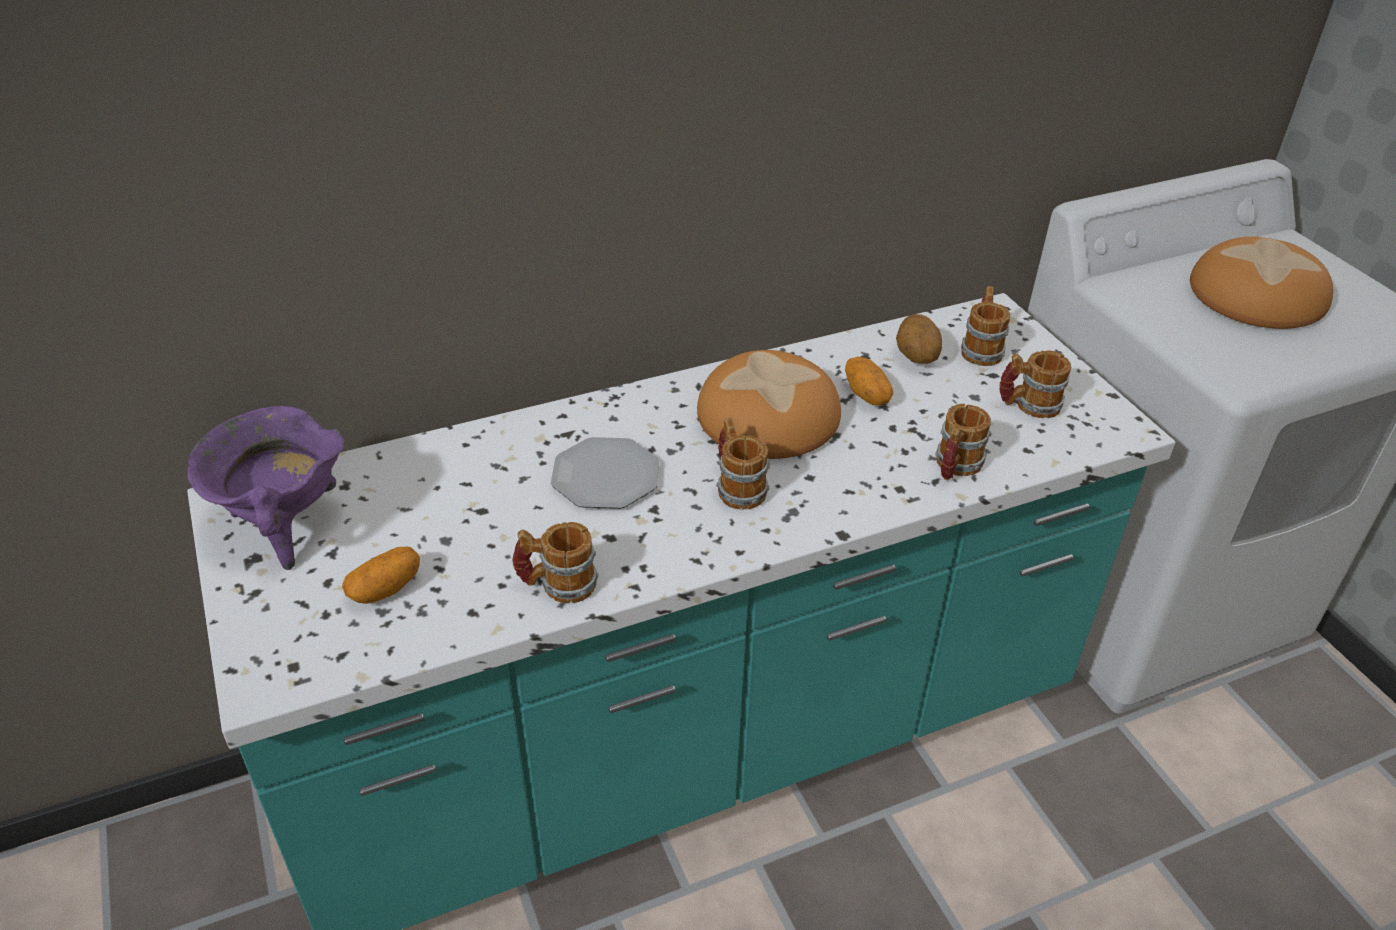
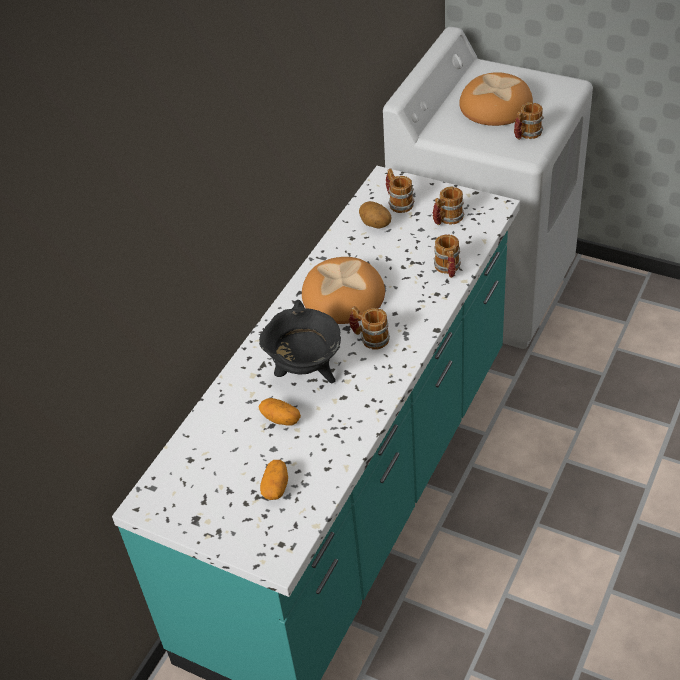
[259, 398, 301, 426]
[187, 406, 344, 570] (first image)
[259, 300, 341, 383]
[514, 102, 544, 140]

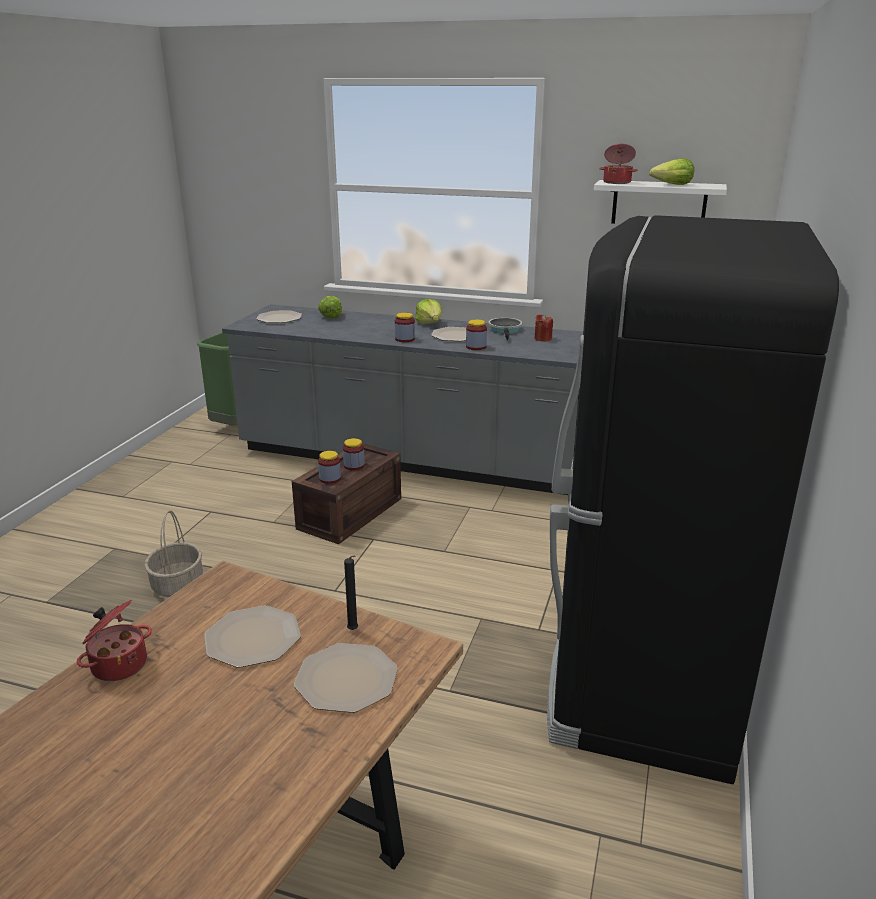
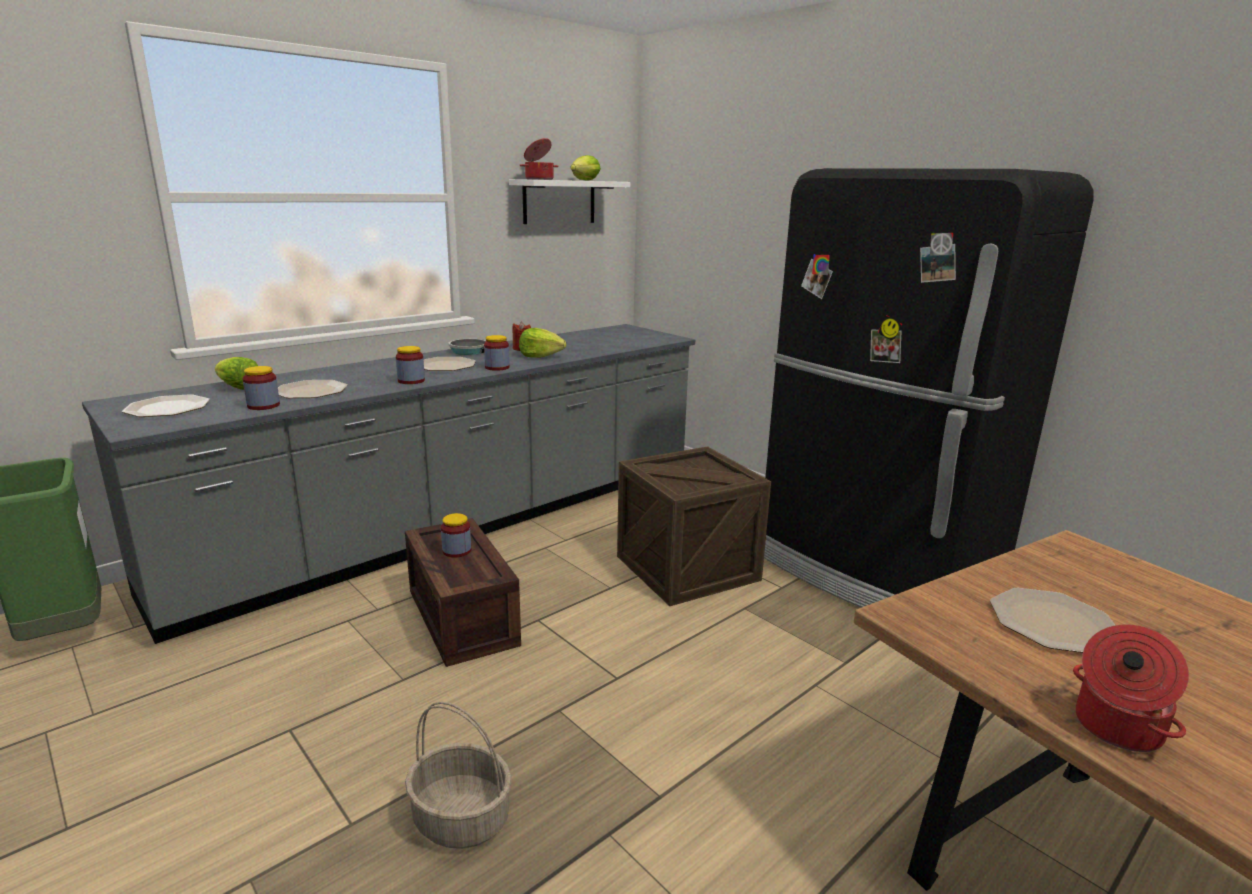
[519, 328, 566, 358]
[243, 366, 280, 410]
[344, 556, 358, 630] (first image)
[278, 380, 348, 398]
[617, 446, 771, 606]

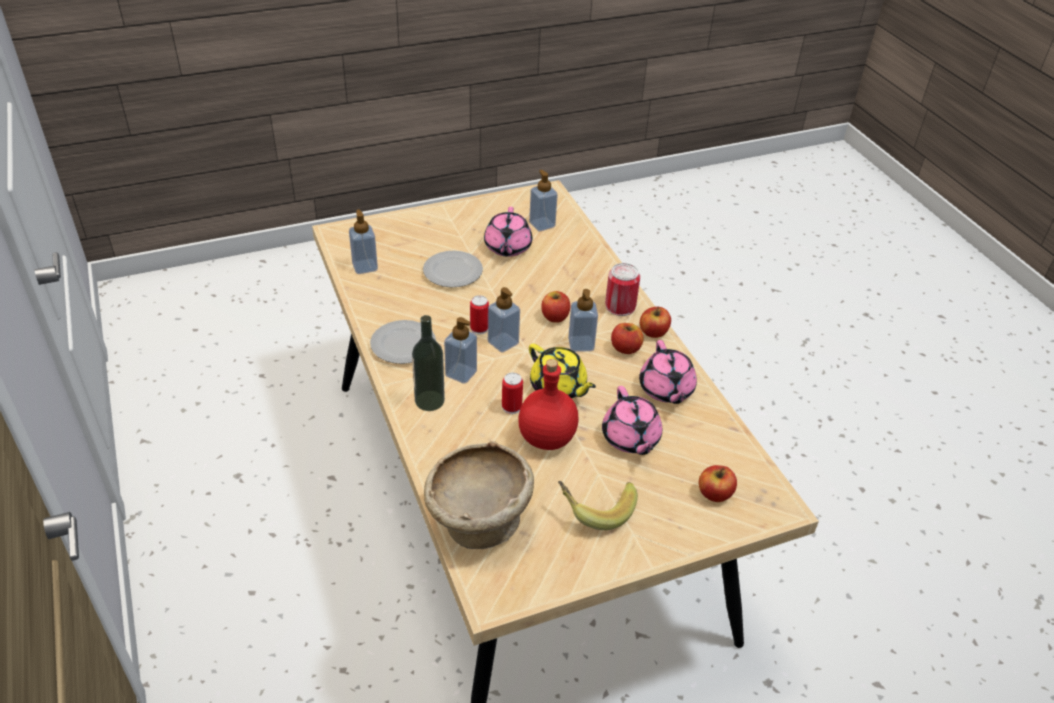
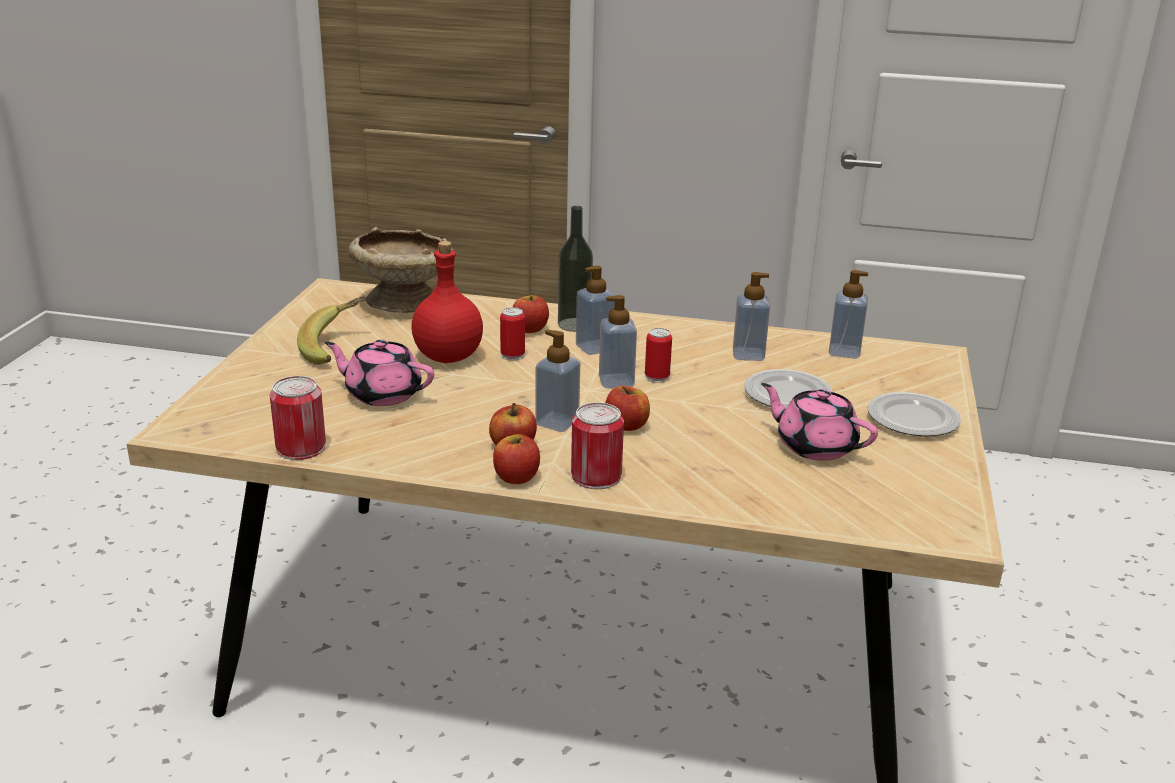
[733, 272, 770, 361]
[867, 392, 961, 436]
[639, 340, 697, 404] (first image)
[529, 344, 596, 398] (first image)
[513, 295, 549, 333]
[270, 376, 326, 460]

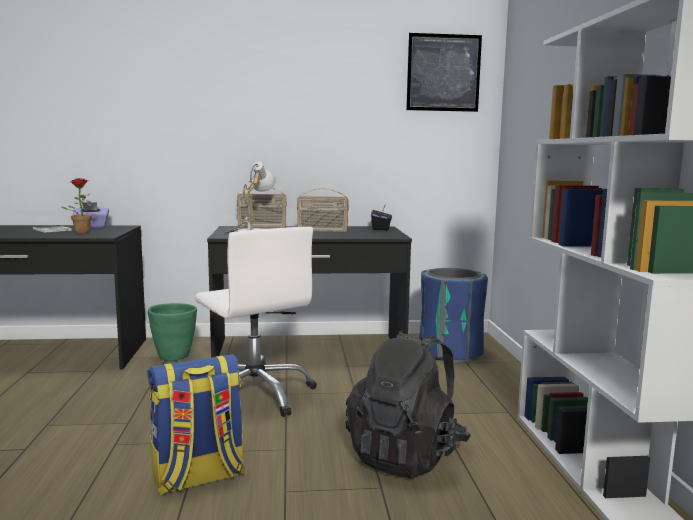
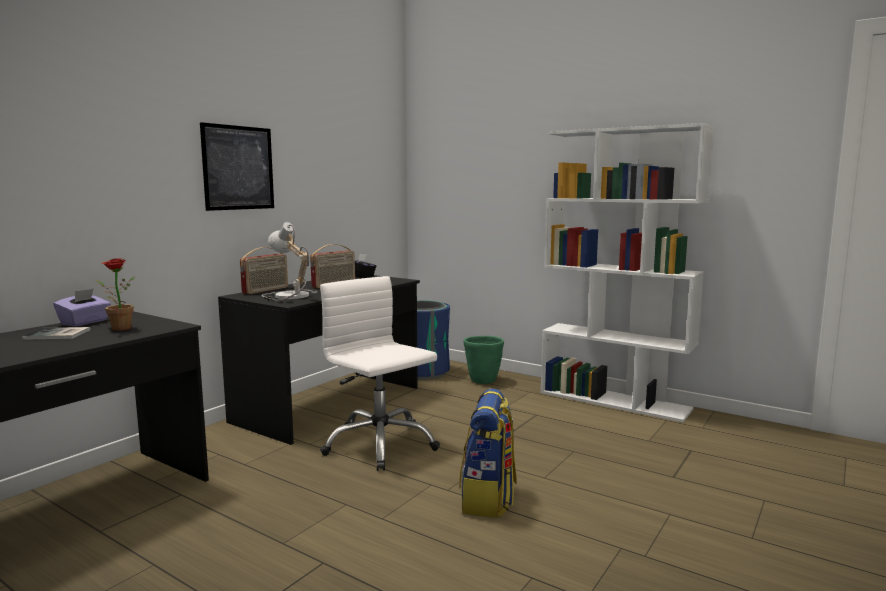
[200, 122, 274, 211]
[320, 276, 440, 471]
[464, 336, 504, 384]
[346, 330, 471, 478] (first image)

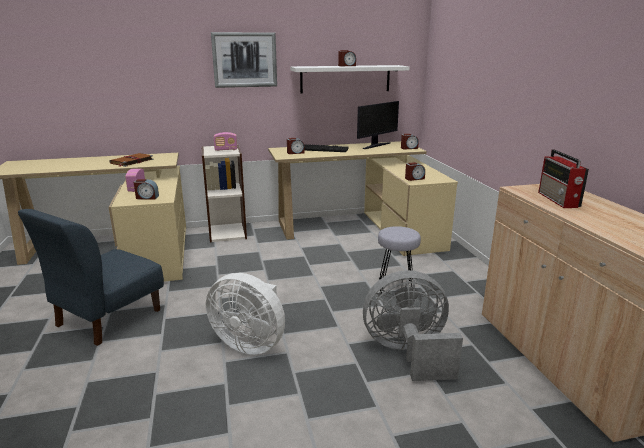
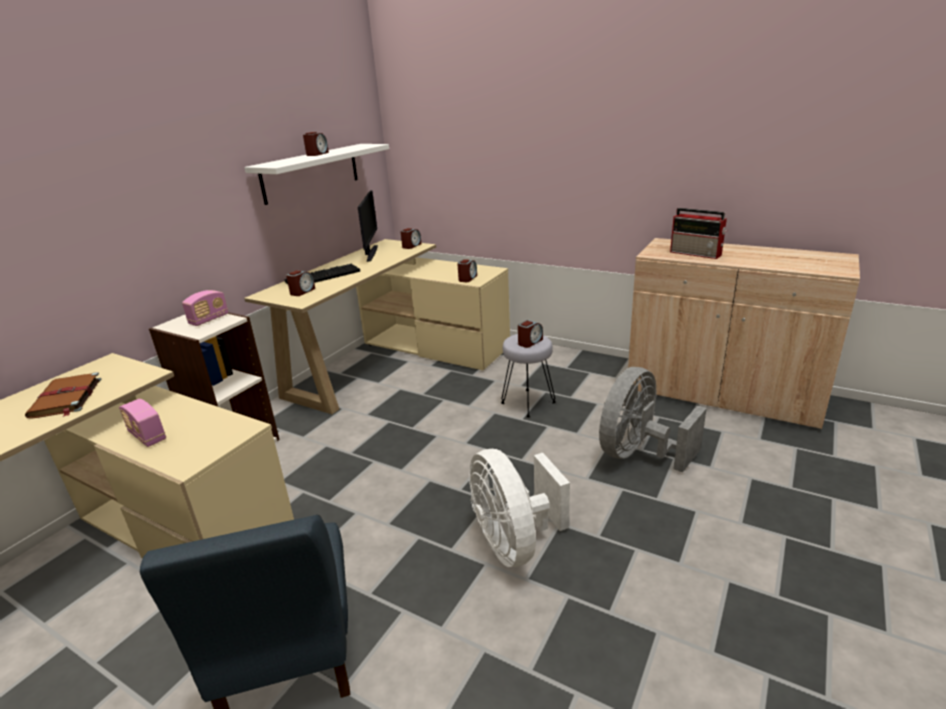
[211, 32, 277, 88] (first image)
[518, 320, 543, 348]
[469, 449, 570, 567]

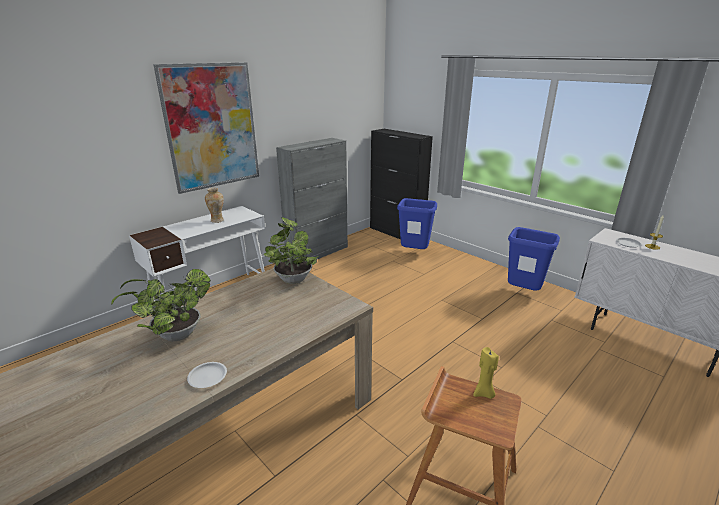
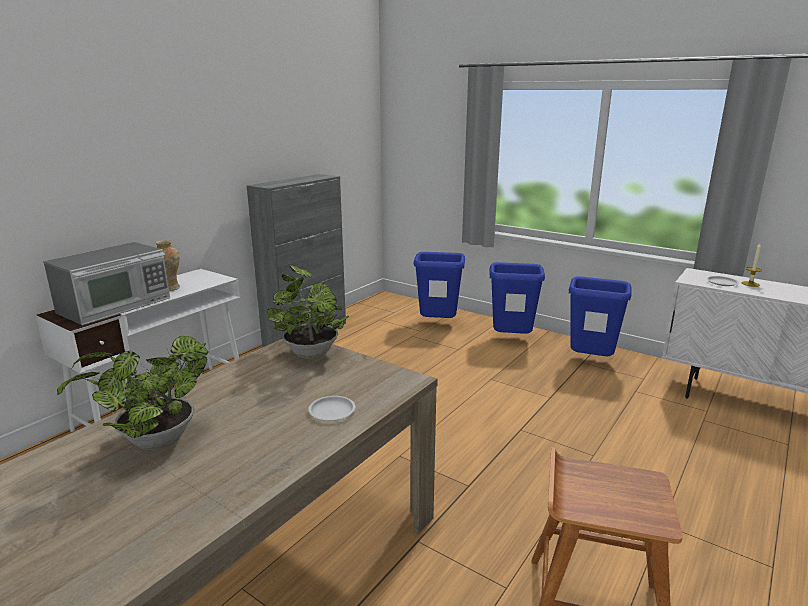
[153, 62, 259, 194] (first image)
[370, 129, 433, 239] (first image)
[473, 347, 499, 399] (first image)
[308, 396, 355, 421]
[43, 242, 170, 325]
[489, 262, 545, 334]

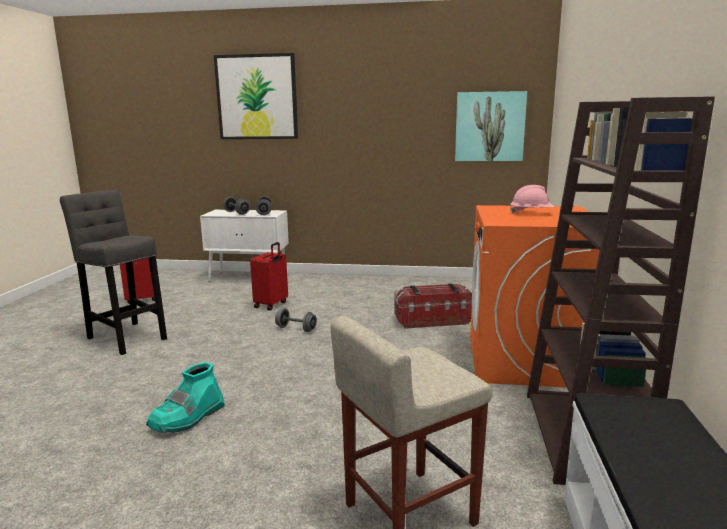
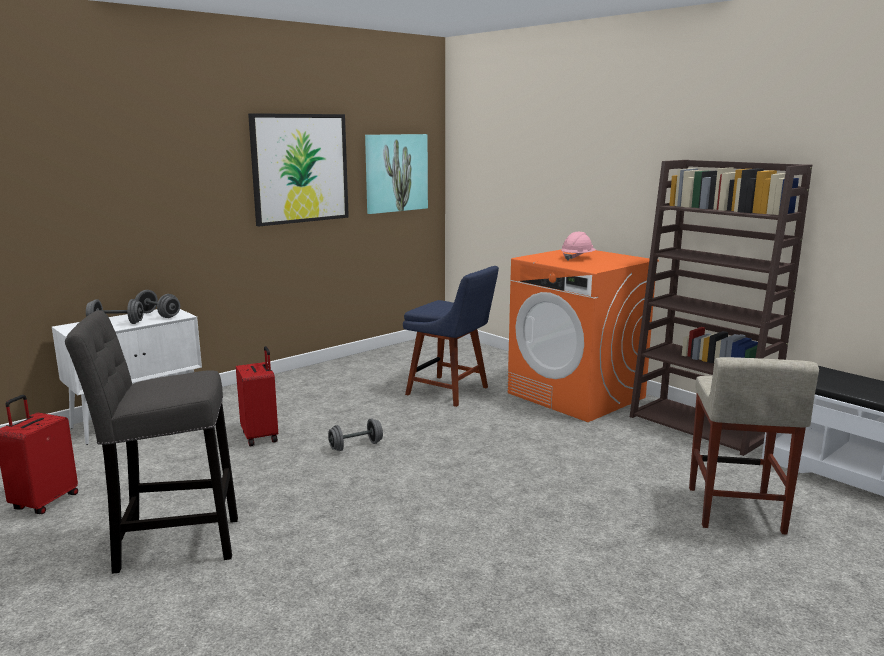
[248, 113, 349, 226]
[403, 266, 499, 407]
[146, 362, 225, 433] (first image)

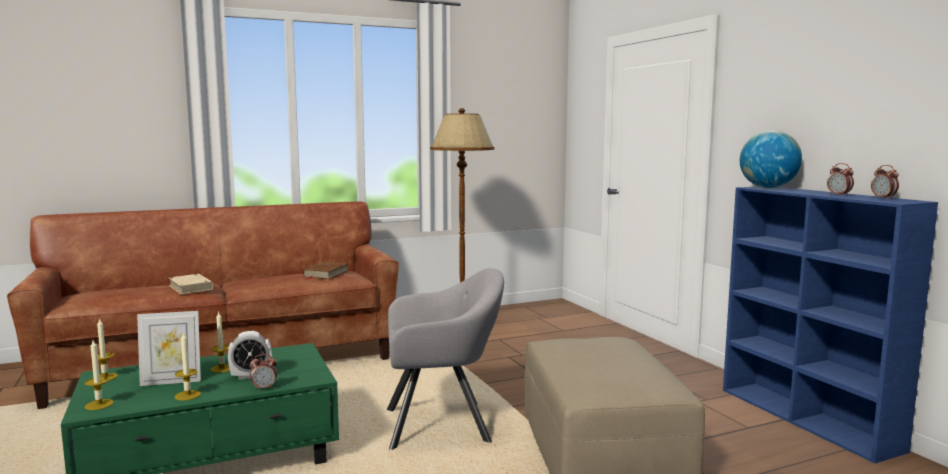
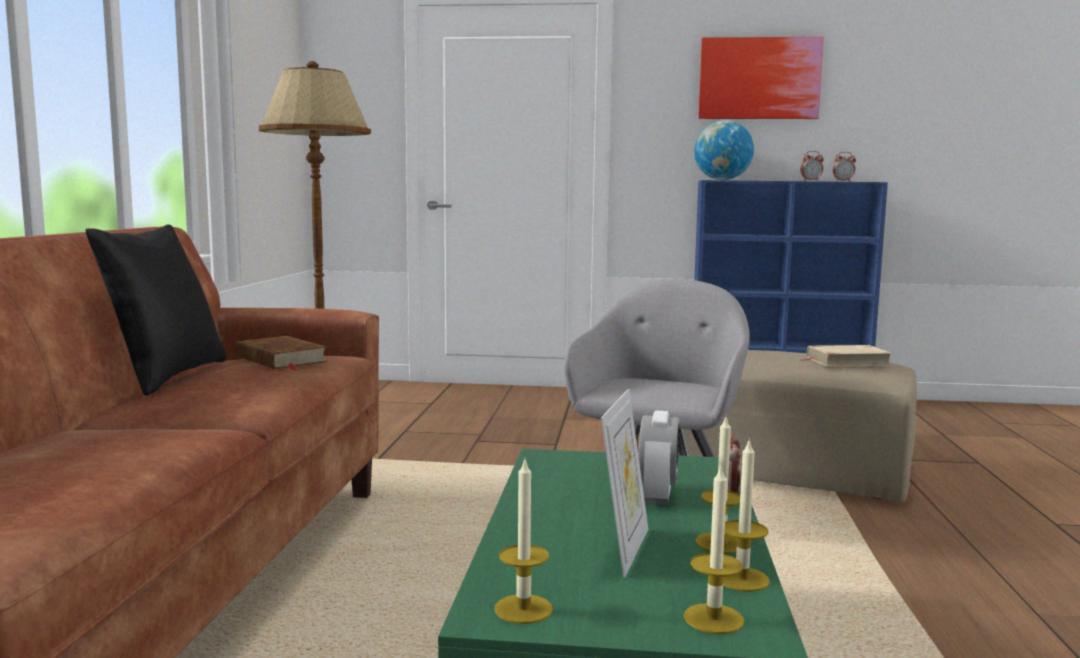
[801, 345, 893, 367]
[723, 438, 770, 592]
[698, 37, 824, 119]
[85, 224, 227, 396]

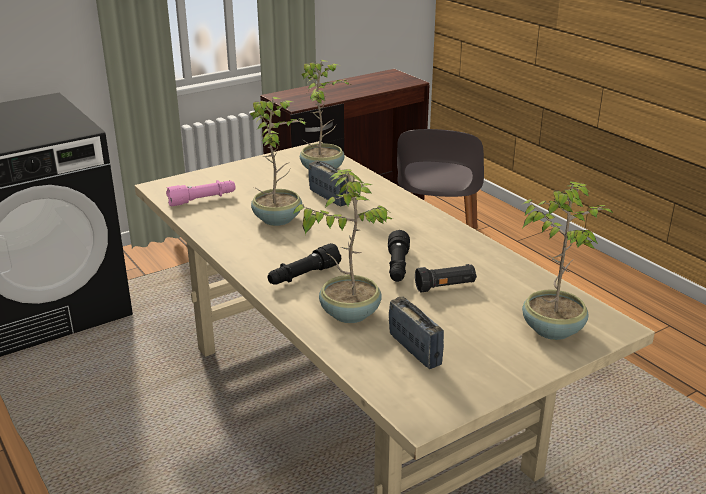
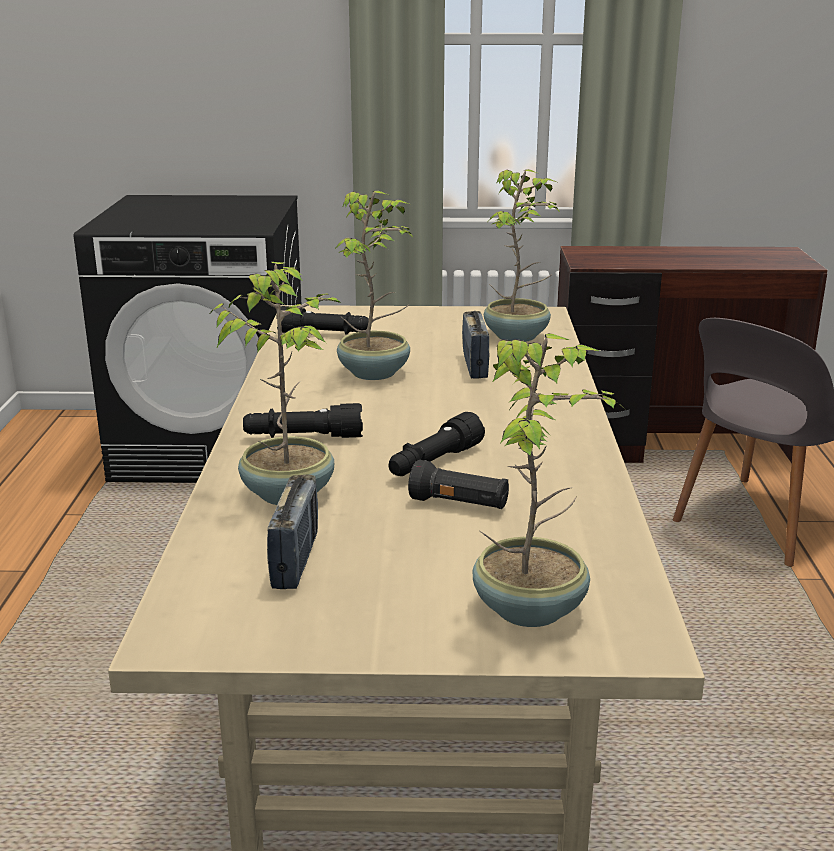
[276, 306, 369, 334]

